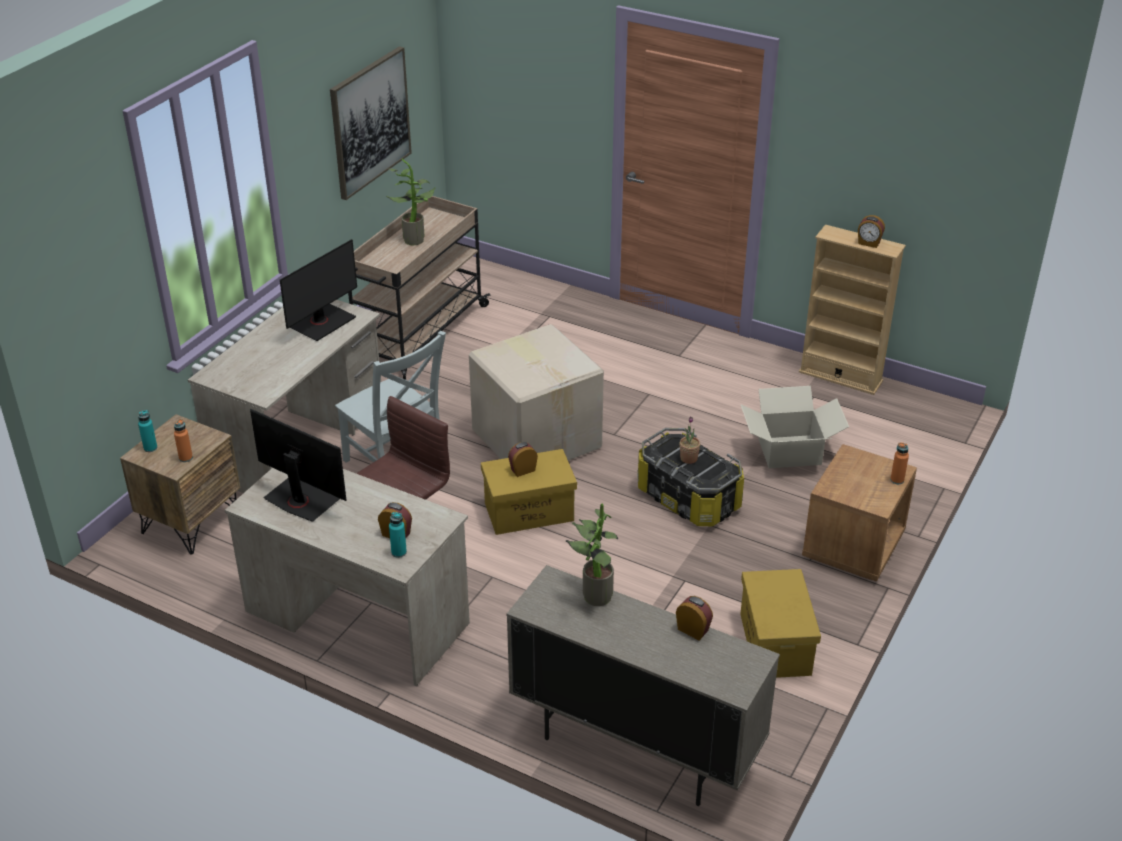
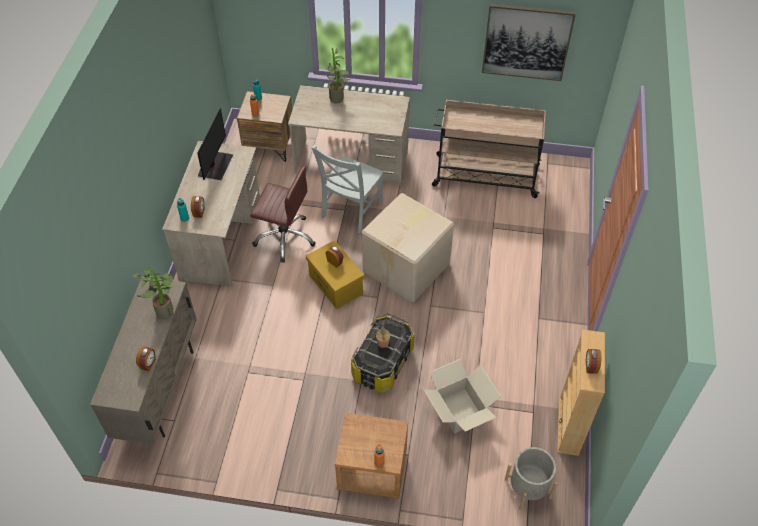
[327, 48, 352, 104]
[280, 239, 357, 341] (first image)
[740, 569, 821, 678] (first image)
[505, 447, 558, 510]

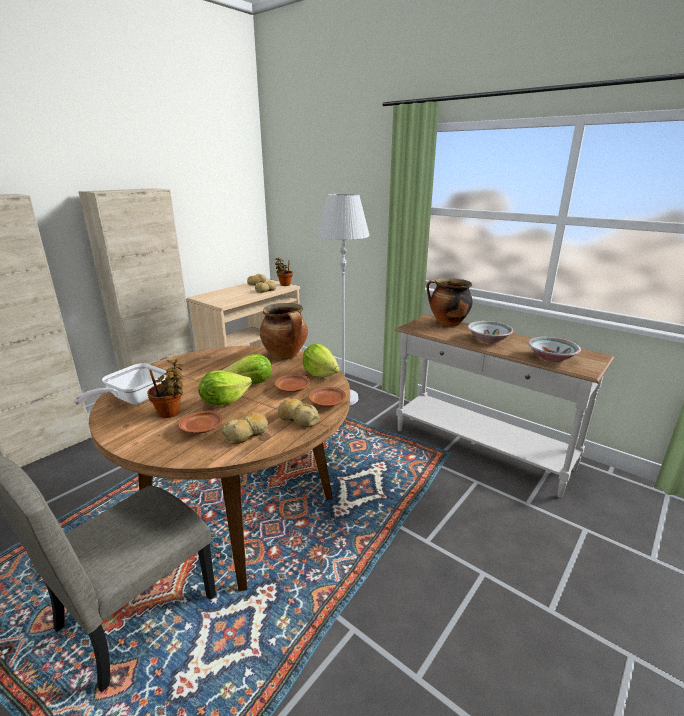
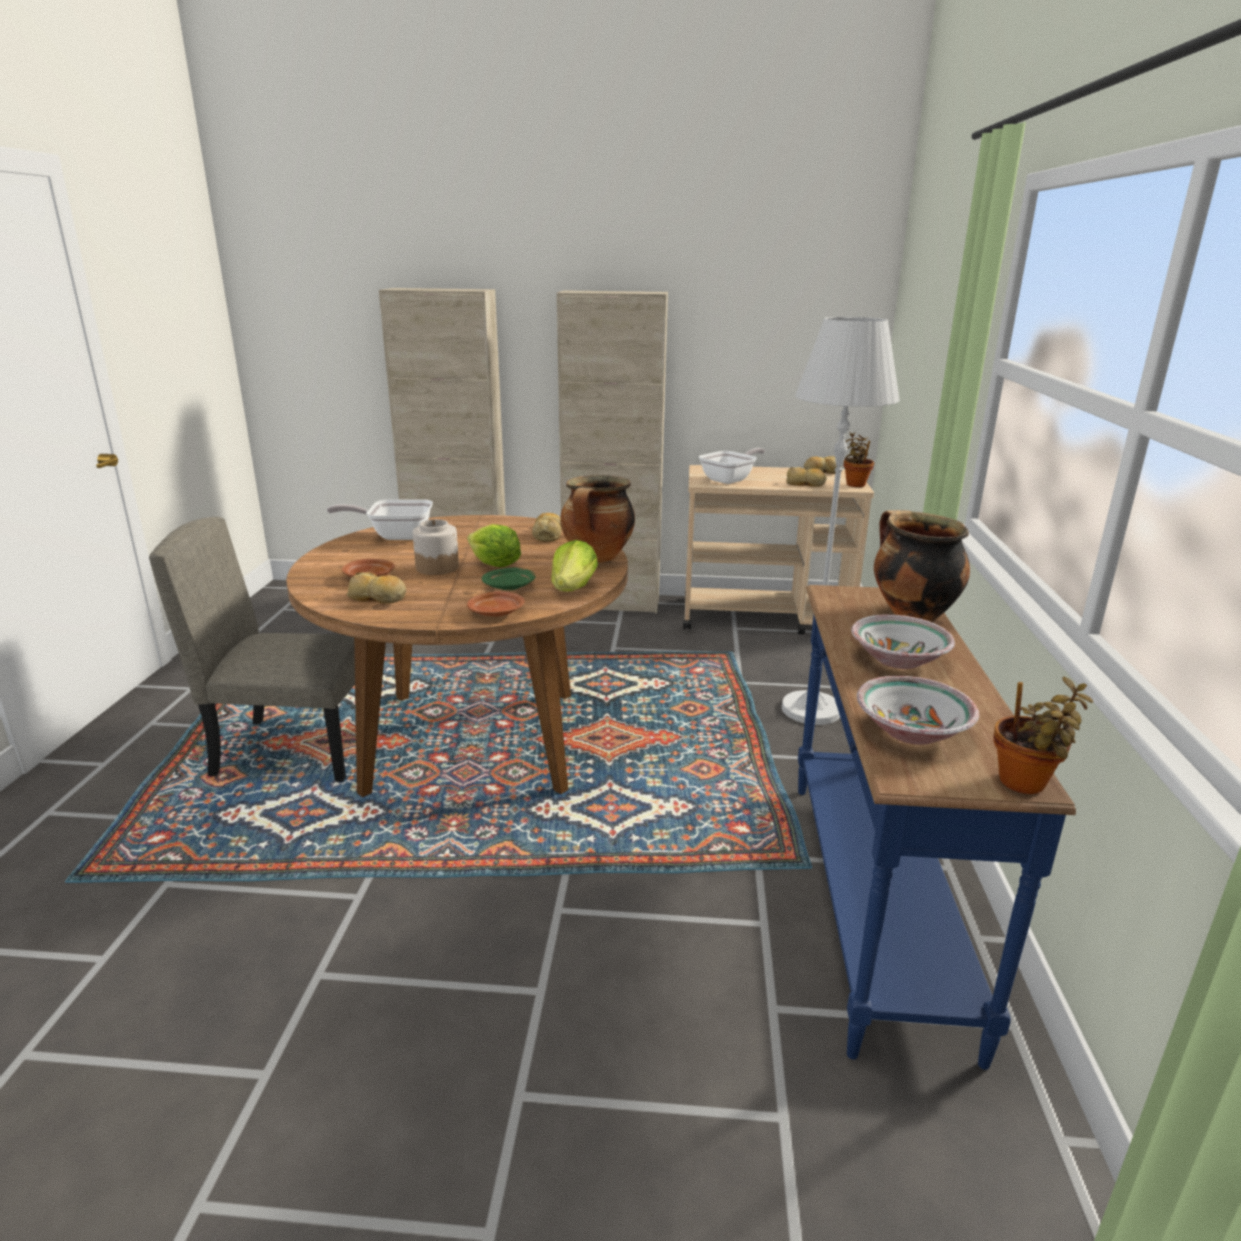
[798, 585, 1076, 1070]
[993, 676, 1093, 794]
[413, 519, 459, 575]
[482, 567, 535, 590]
[532, 513, 562, 542]
[699, 448, 765, 484]

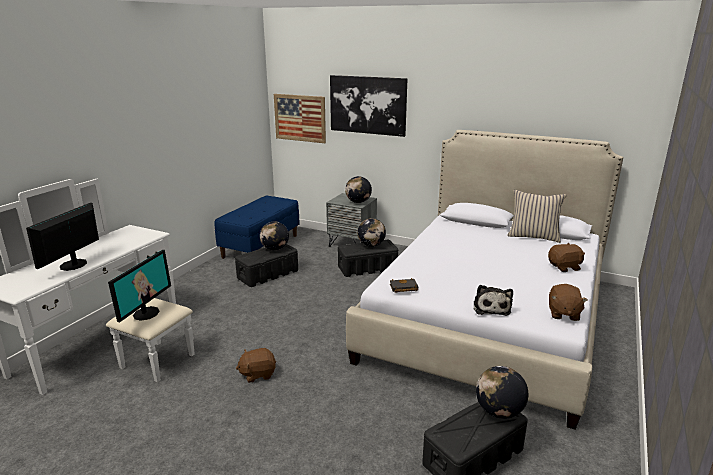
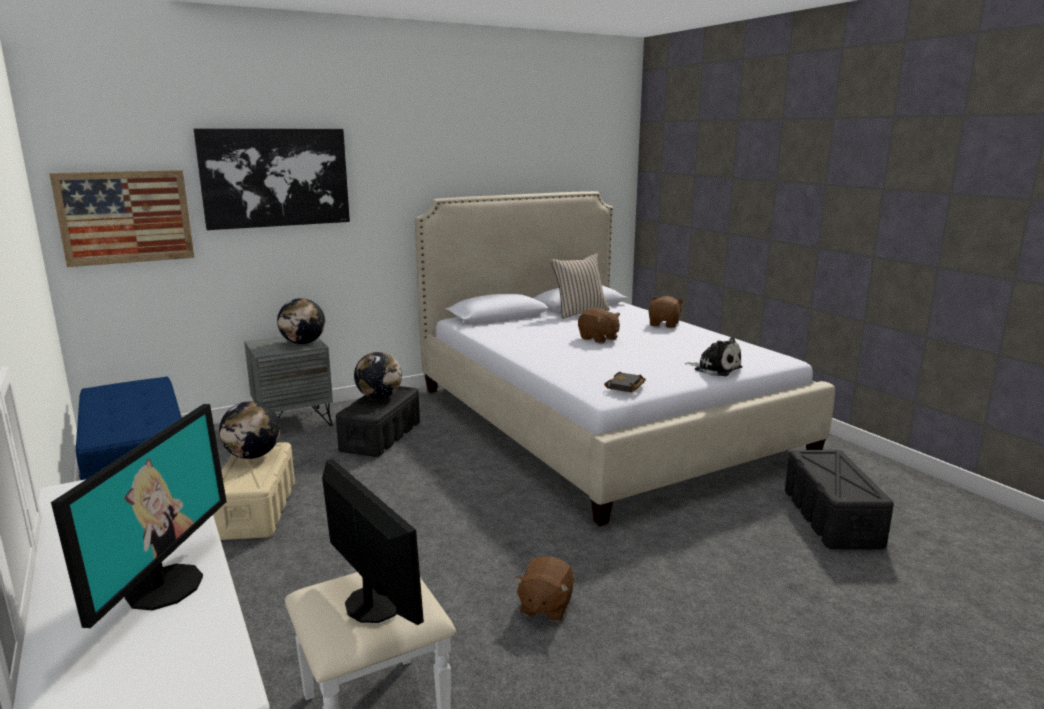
[51, 404, 227, 628]
[213, 442, 295, 540]
[578, 308, 620, 343]
[476, 366, 528, 419] (first image)

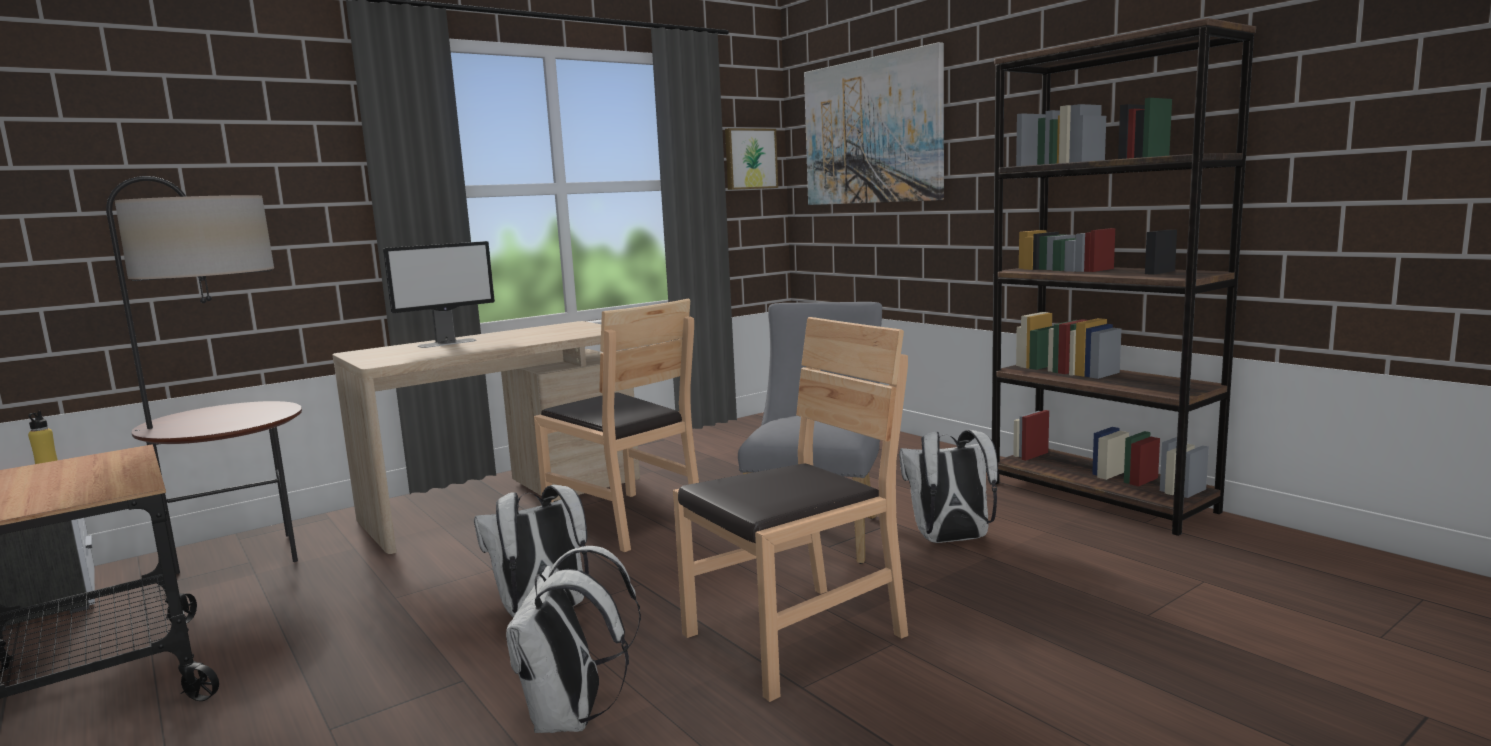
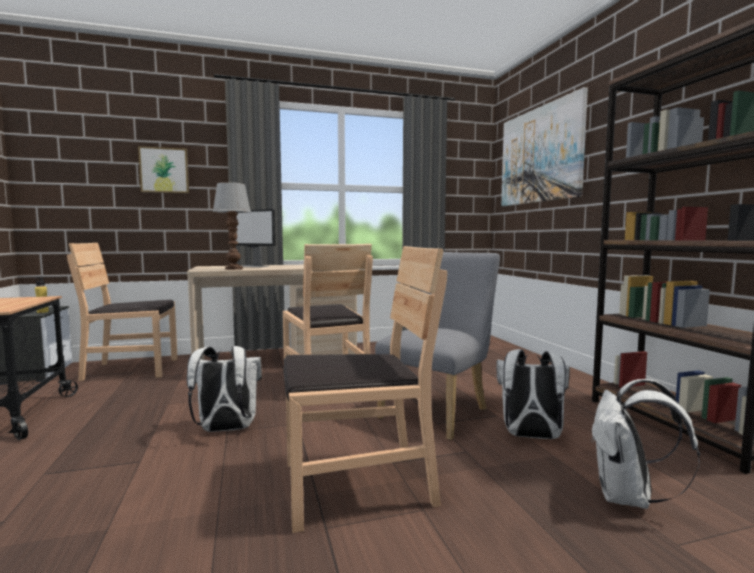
[138, 146, 189, 194]
[67, 243, 178, 381]
[236, 209, 276, 267]
[591, 379, 700, 509]
[212, 182, 251, 270]

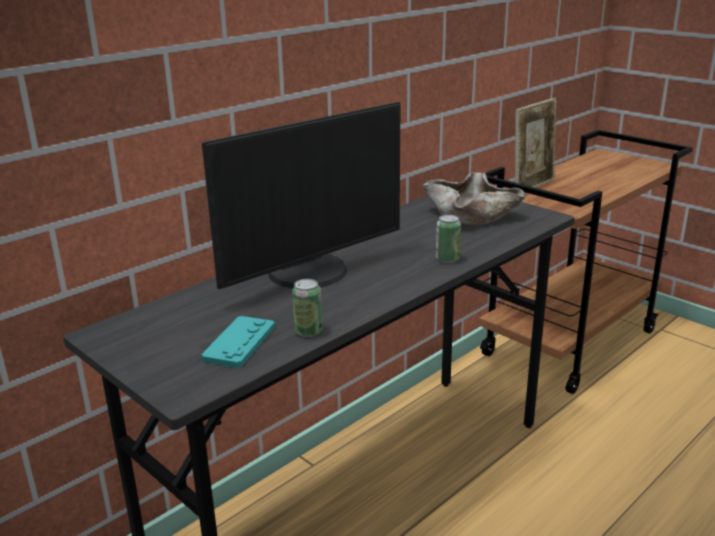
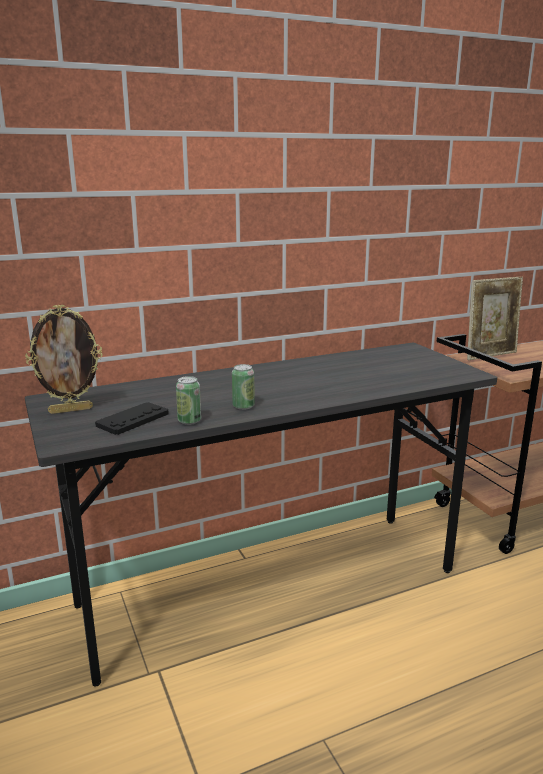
[202, 102, 400, 289] (first image)
[423, 172, 526, 224] (first image)
[232, 364, 255, 410]
[95, 402, 169, 435]
[25, 304, 103, 414]

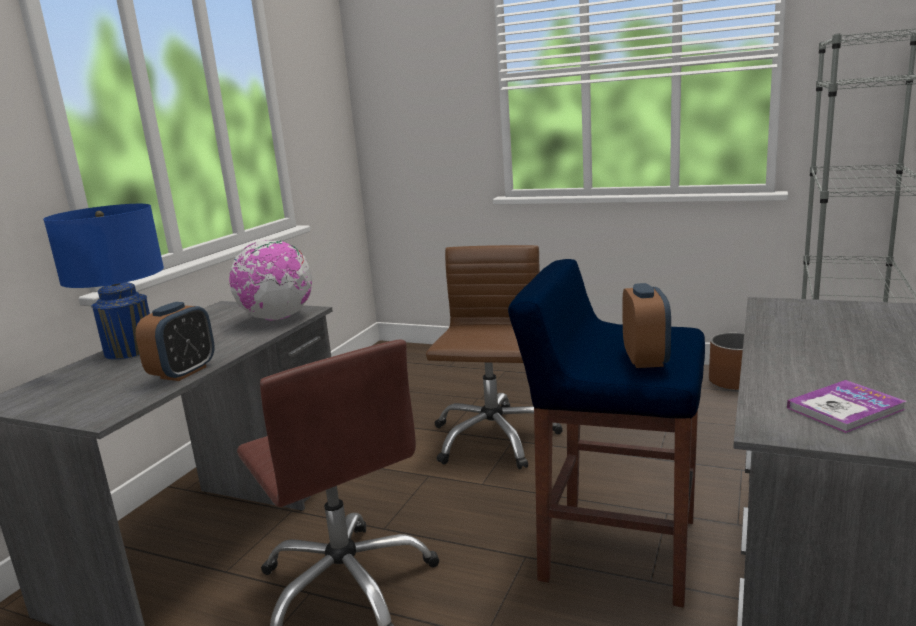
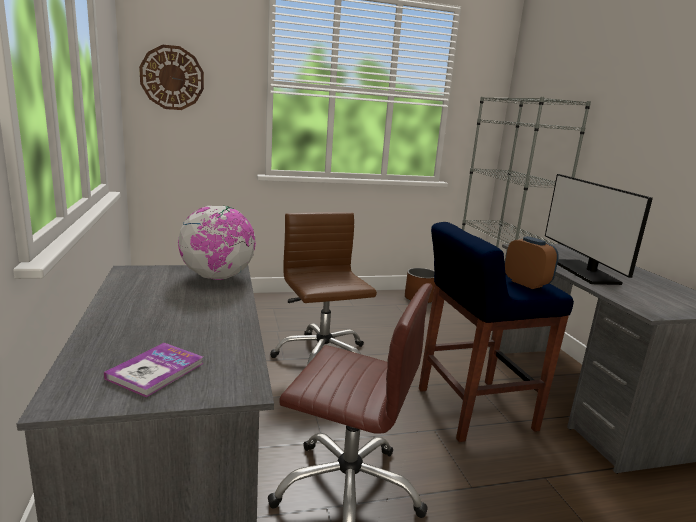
[43, 204, 164, 359] (first image)
[136, 302, 215, 381] (first image)
[104, 343, 204, 397]
[139, 45, 204, 110]
[545, 174, 653, 285]

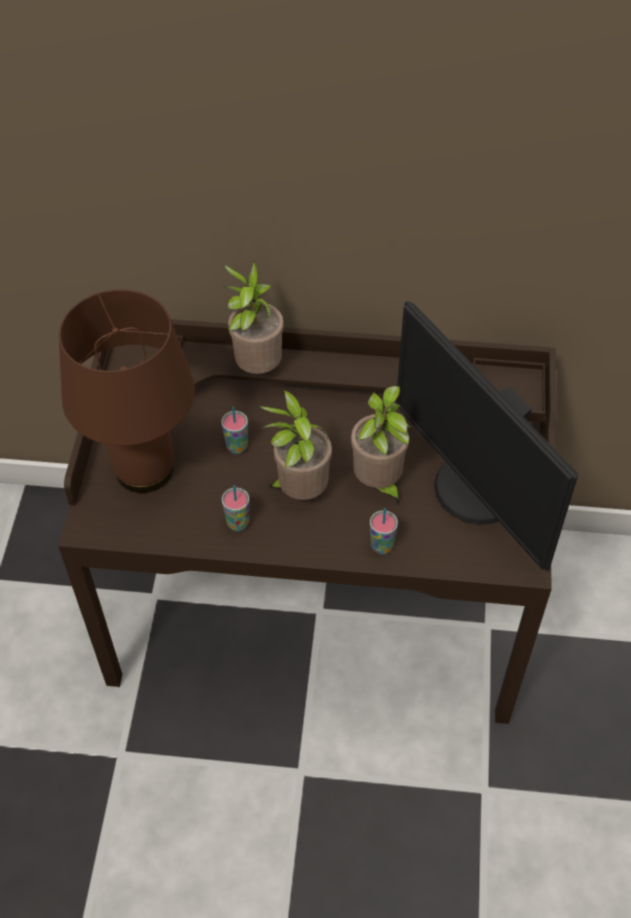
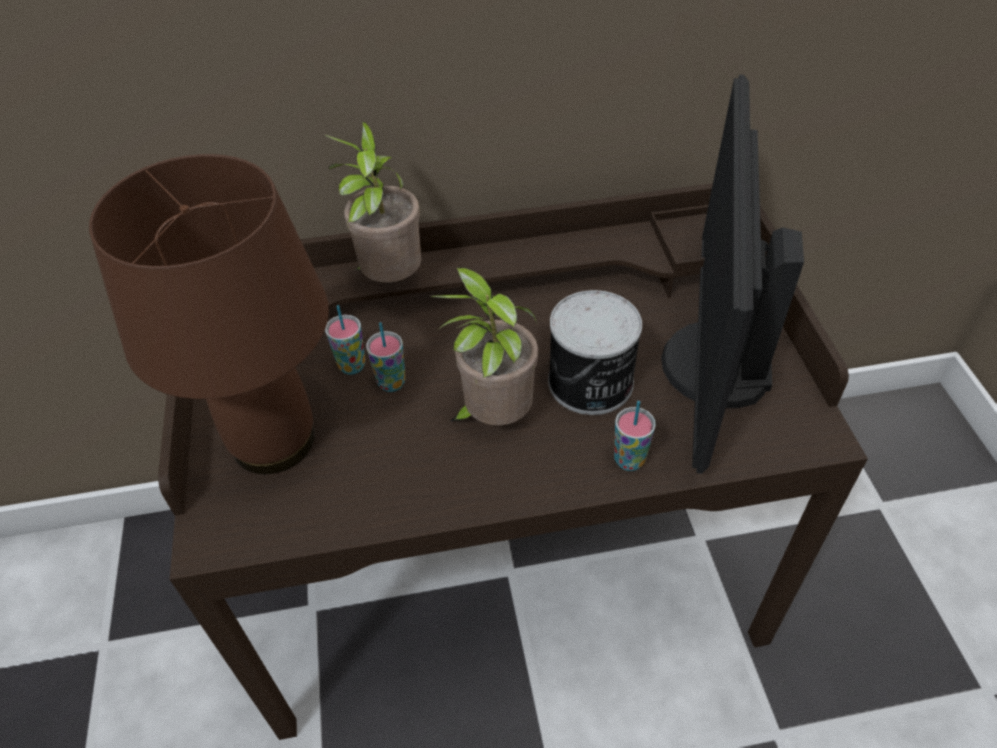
[661, 75, 804, 474]
[548, 290, 642, 415]
[325, 305, 366, 375]

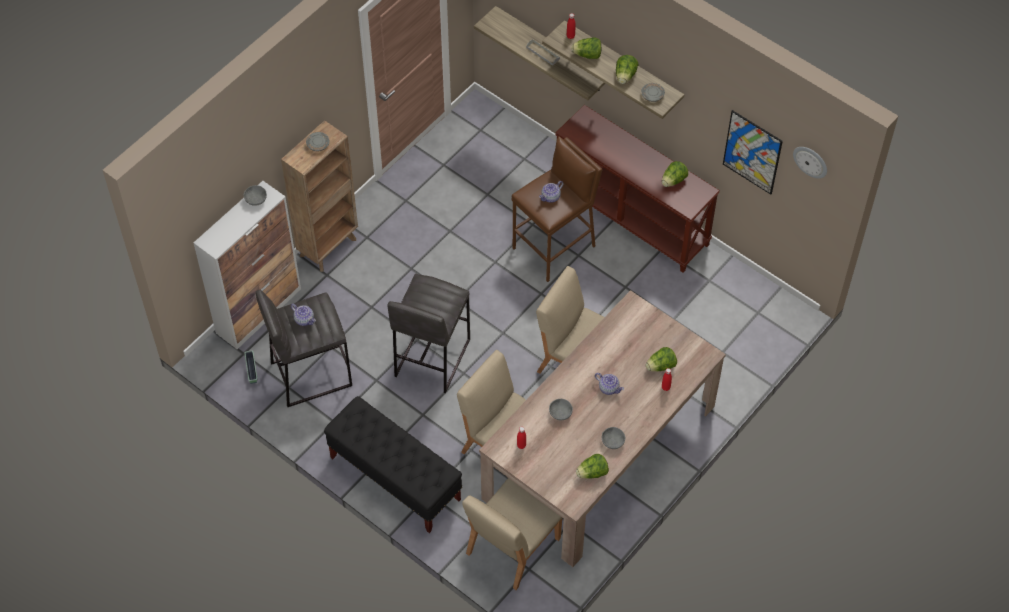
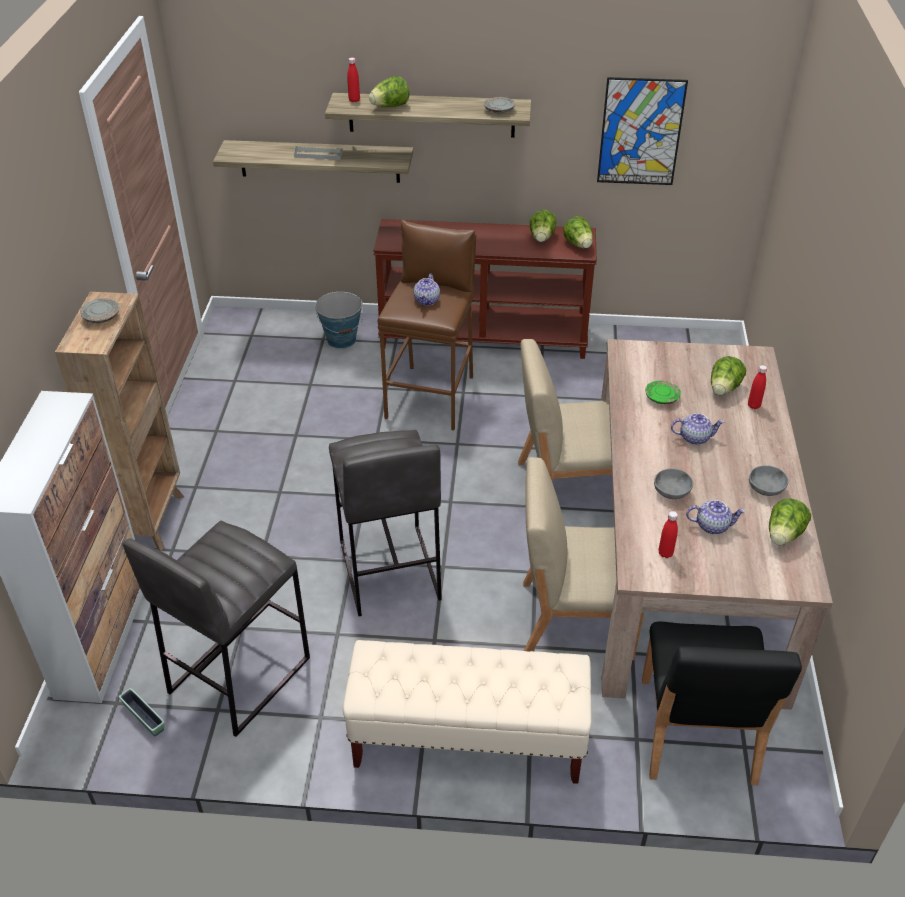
[563, 216, 593, 248]
[793, 147, 827, 179] (first image)
[244, 185, 267, 206] (first image)
[686, 500, 745, 534]
[343, 640, 592, 784]
[642, 621, 802, 785]
[315, 292, 364, 349]
[645, 381, 681, 404]

